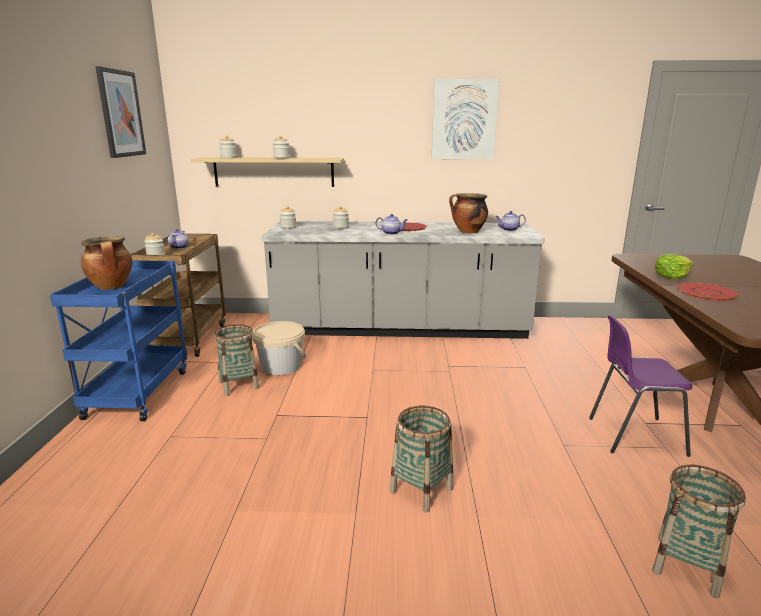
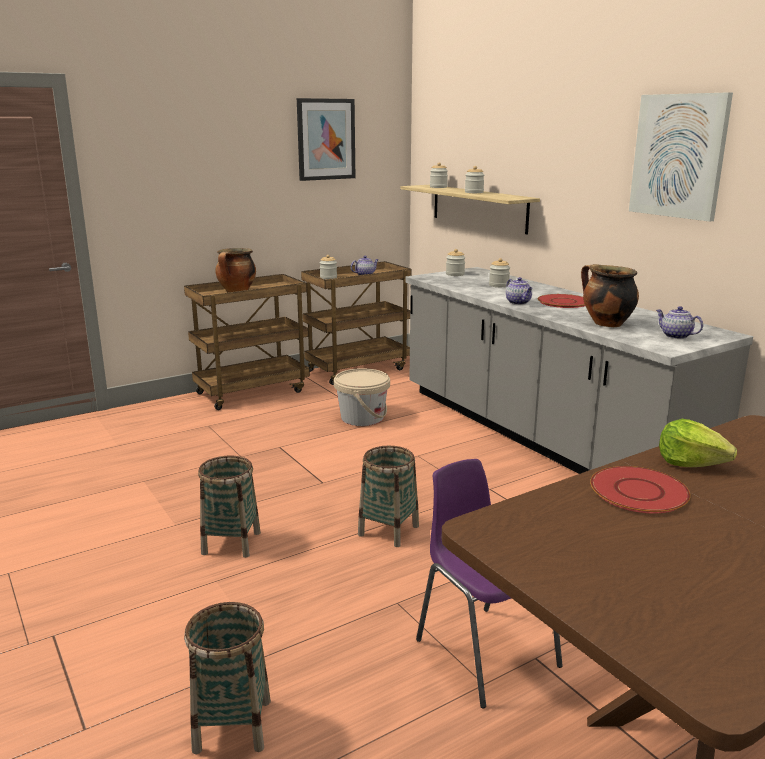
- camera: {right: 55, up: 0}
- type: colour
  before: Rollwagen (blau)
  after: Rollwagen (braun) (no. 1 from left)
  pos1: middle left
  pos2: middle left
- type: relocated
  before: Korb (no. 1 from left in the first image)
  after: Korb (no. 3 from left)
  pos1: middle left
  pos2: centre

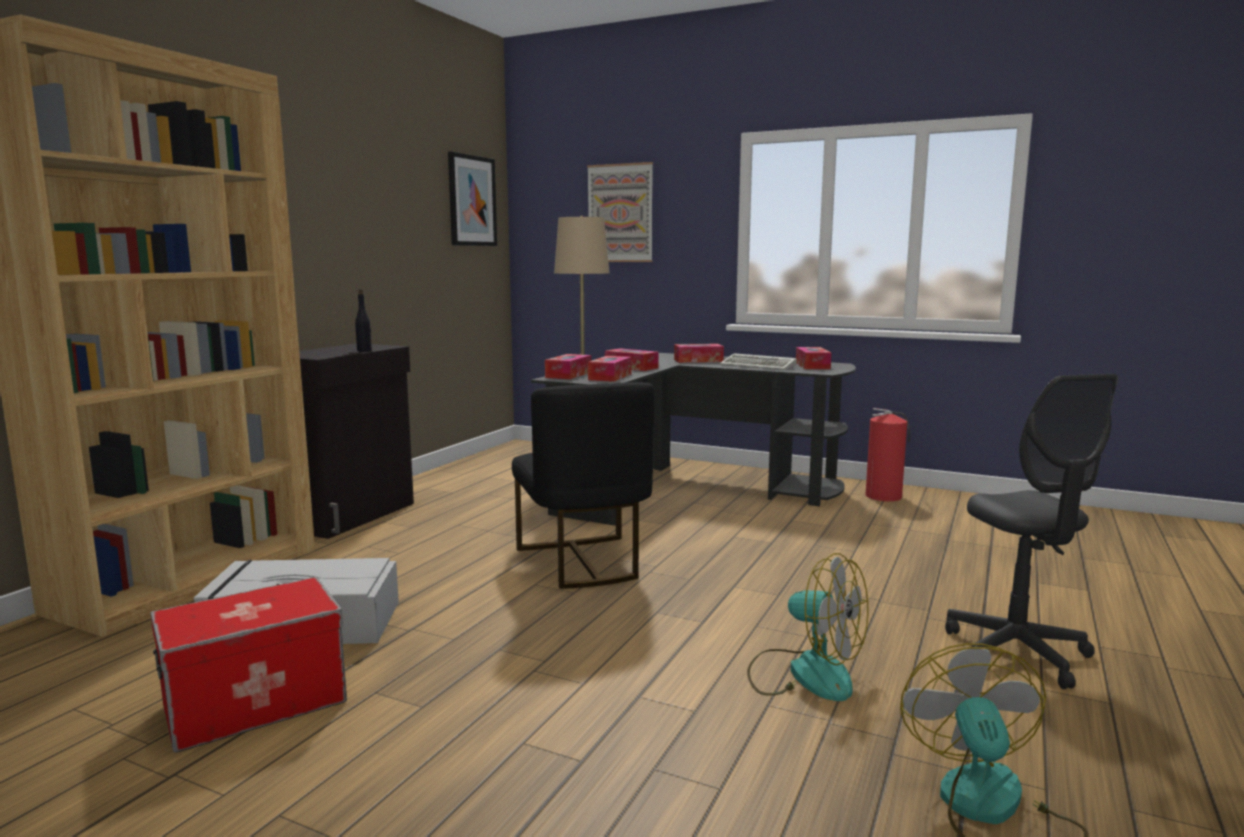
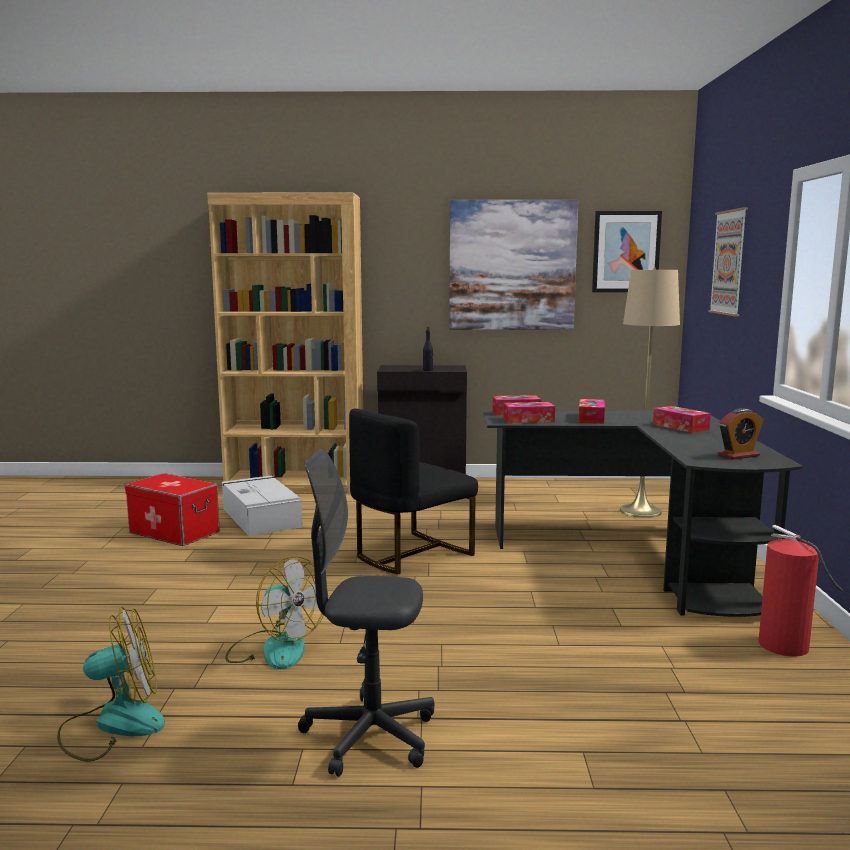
- camera: {right: 65, up: 0}
- type: missing
  before: Tastatur
  pos1: centre
- type: spun
  before: Ventilator (no. 1 from left in the first image)
  pos1: bottom centre
  pos2: bottom left
  turn: -60
- type: exchanged
  before: Taschentuchbox (no. 5 from left)
  after: Wecker
  pos1: centre
  pos2: middle right
- type: spun
  before: Bürostuhl (grau)
  pos1: middle right
  pos2: bottom centre
  turn: 45
- type: appeared
  after: Bild (no. 1 from left)
  pos2: top centre

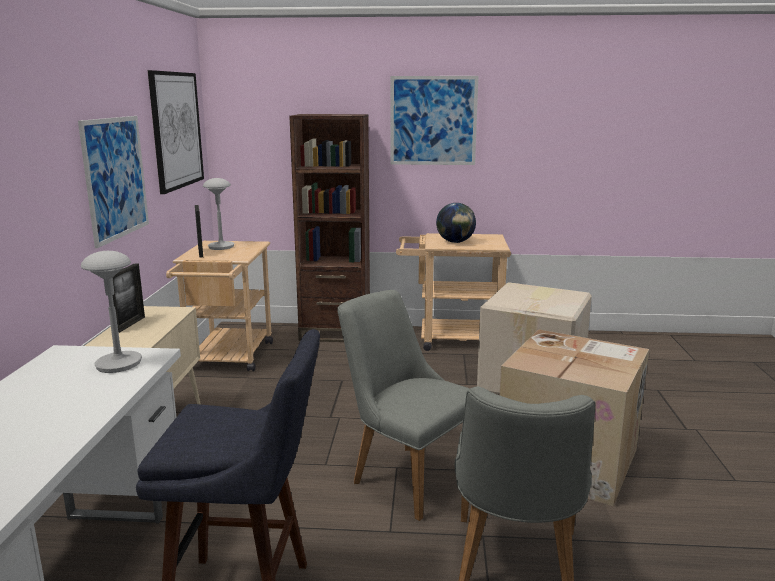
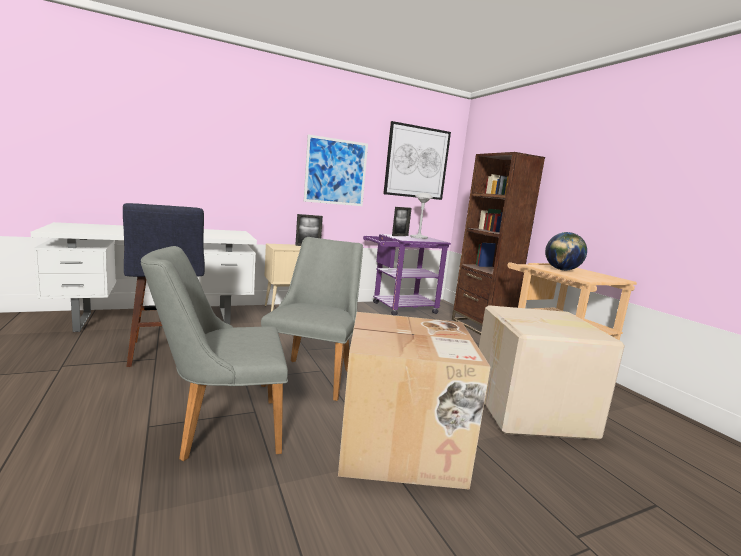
- camera: {right: 60, up: -5}
- type: missing
  before: Tischlampe (grau) (no. 1 from left)
  pos1: middle left
- type: colour
  before: Rollwagen (beige) (no. 1 from left)
  after: Rollwagen (lila)
  pos1: middle left
  pos2: centre
- type: missing
  before: Bild (no. 3 from left)
  pos1: top centre

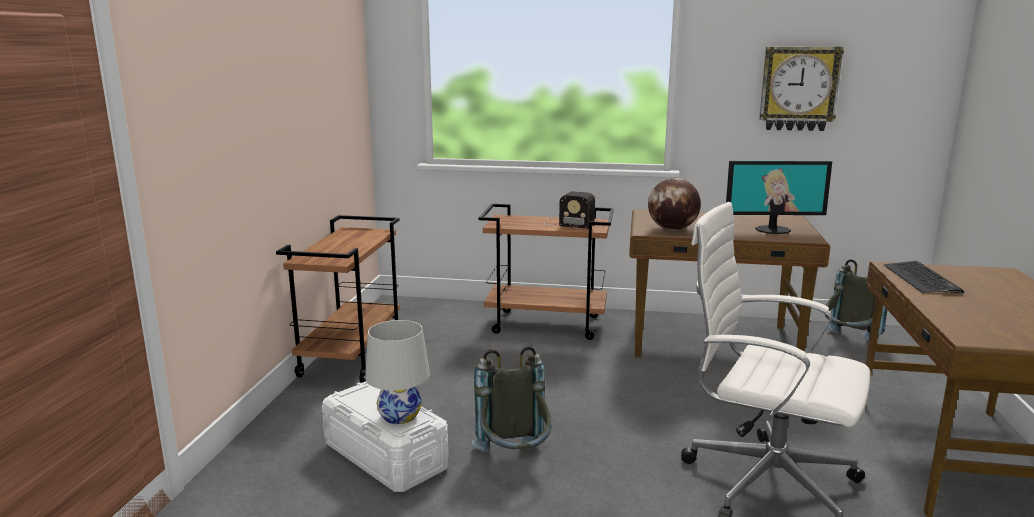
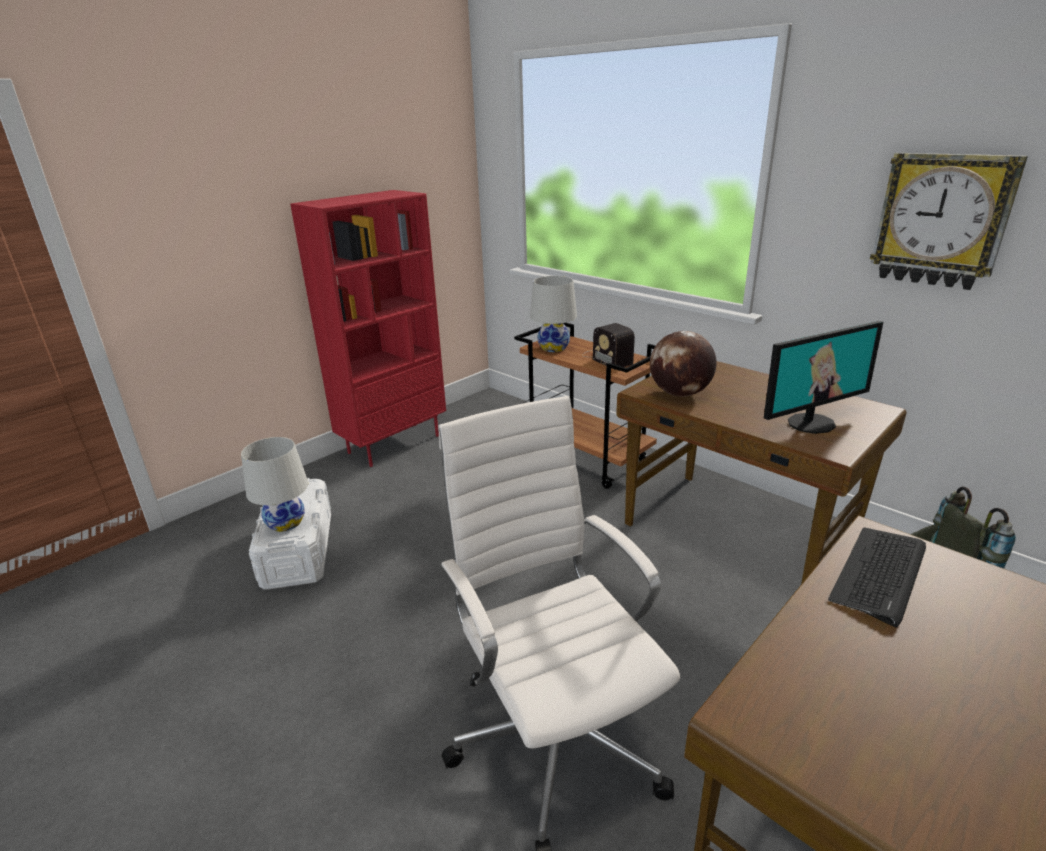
- camera: {right: 35, up: 10}
- type: exchanged
  before: Rollwagen (braun) (no. 1 from left)
  after: Bücherregal (rot)
  pos1: middle left
  pos2: centre
- type: missing
  before: Rucksack (grau) (no. 1 from left)
  pos1: bottom centre
- type: spun
  before: Monitor
  pos1: middle right
  pos2: middle right
  turn: -60
- type: appeared
  after: Tischlampe (weiß) (no. 2 from left)
  pos2: centre

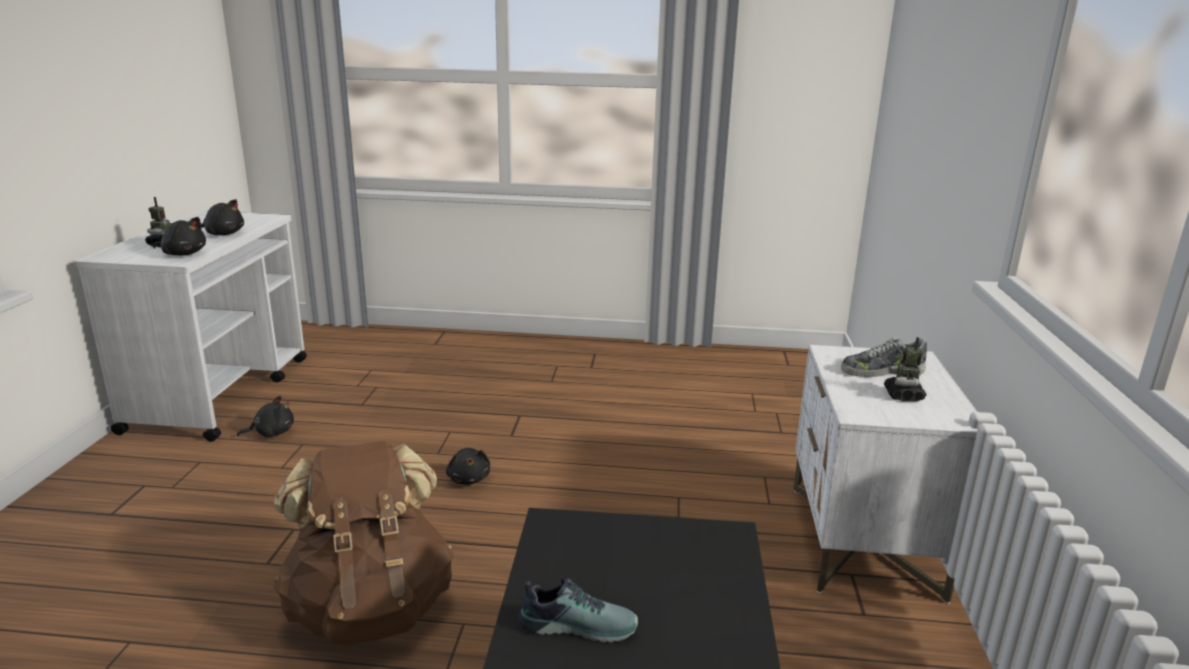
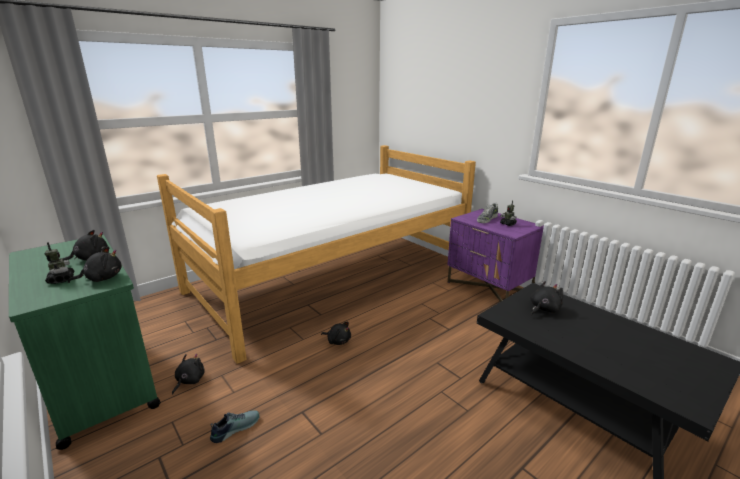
- camera: {right: -45, up: 0}
- type: colour
  before: Rollwagen (weiß)
  after: Rollwagen (grün)
  pos1: middle left
  pos2: bottom left
- type: missing
  before: Rucksack (braun)
  pos1: bottom left
- type: relocated
  before: Schuh (no. 1 from left)
  pos1: bottom centre
  pos2: bottom left
- type: colour
  before: Nachttisch (weiß)
  after: Nachttisch (lila)
  pos1: bottom right
  pos2: middle right
- type: appeared
  after: Bett
  pos2: centre
- type: appeared
  after: Plüschtier (schwarz) (no. 5 from left)
  pos2: middle right

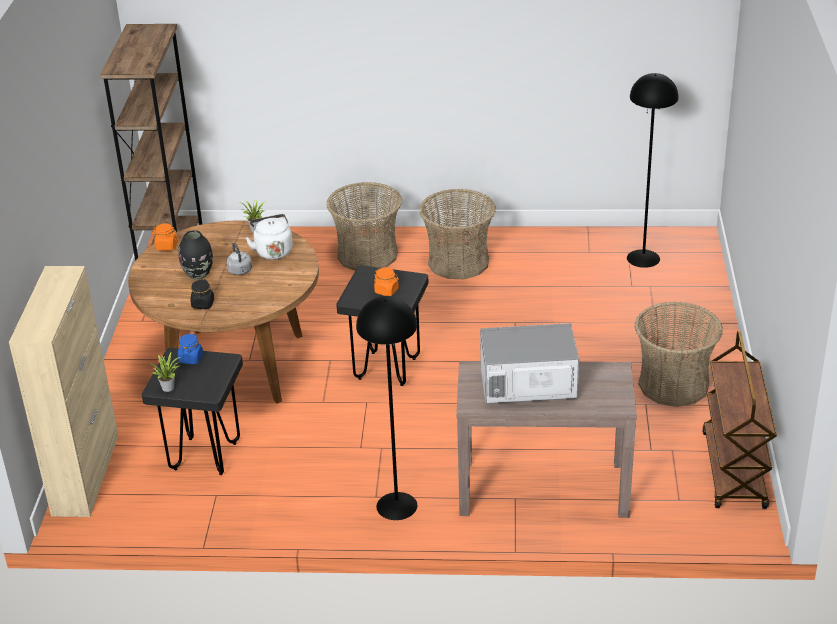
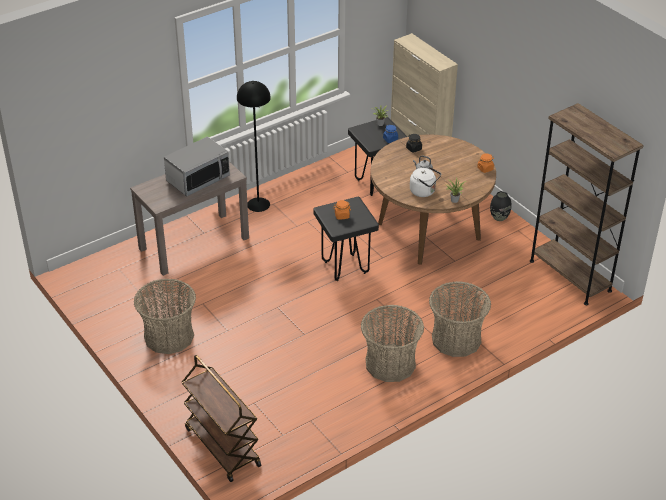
- camera: {right: 140, up: 5}
- type: relocated
  before: Vase (schwarz)
  pos1: middle left
  pos2: middle right
- type: missing
  before: Stehlampe (schwarz) (no. 2 from left)
  pos1: top right
- type: relocated
  before: Rollwagen (braun)
  pos1: bottom right
  pos2: bottom left

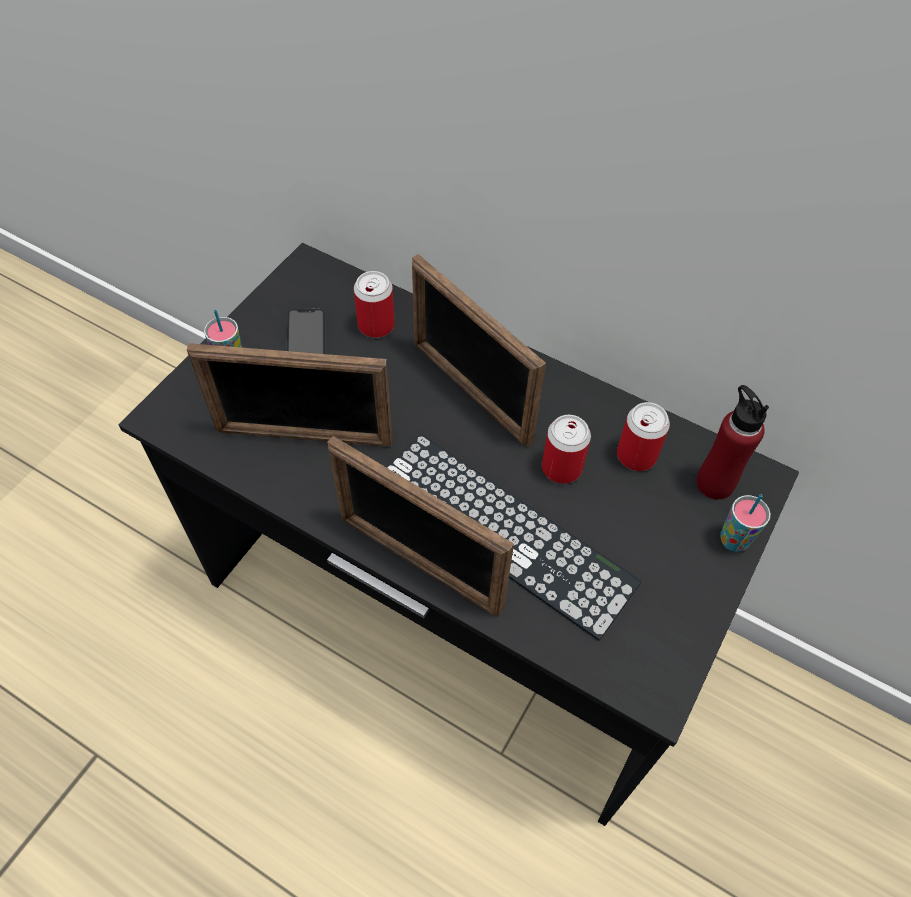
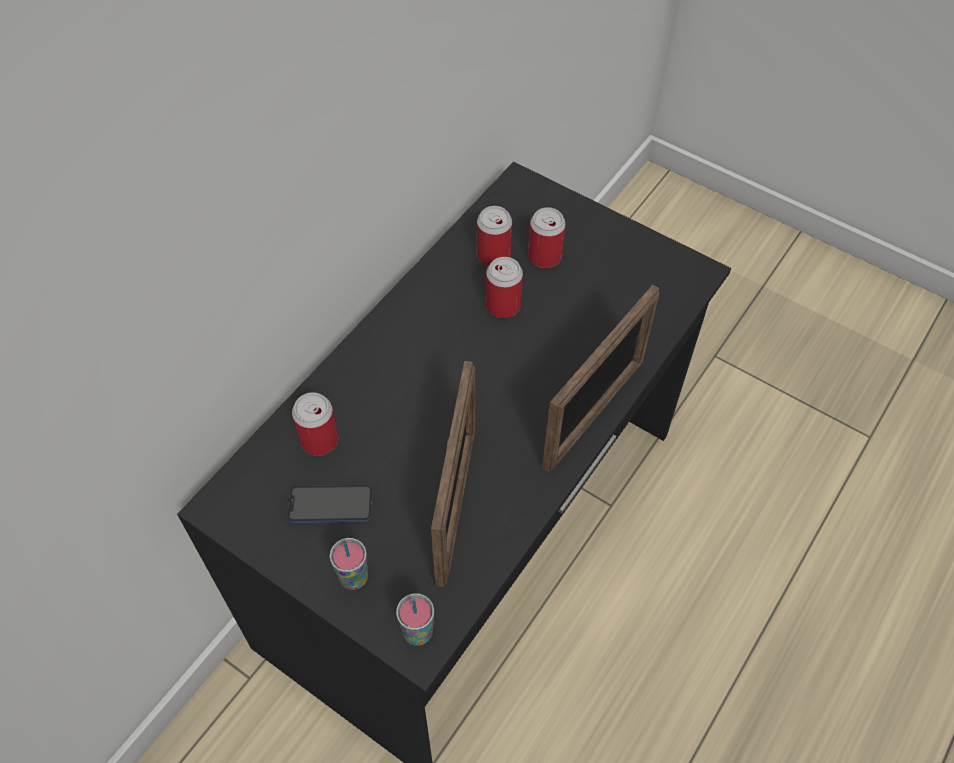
- camera: {right: -85, up: 0}
- type: missing
  before: Tastatur
  pos1: centre
- type: missing
  before: Bilderrahmen (no. 3 from left)
  pos1: centre
- type: missing
  before: Flasche (rot)
  pos1: middle right
- type: relocated
  before: Tasse (no. 2 from left)
  pos1: middle right
  pos2: bottom centre
- type: appeared
  after: Dose (no. 4 from left)
  pos2: top centre

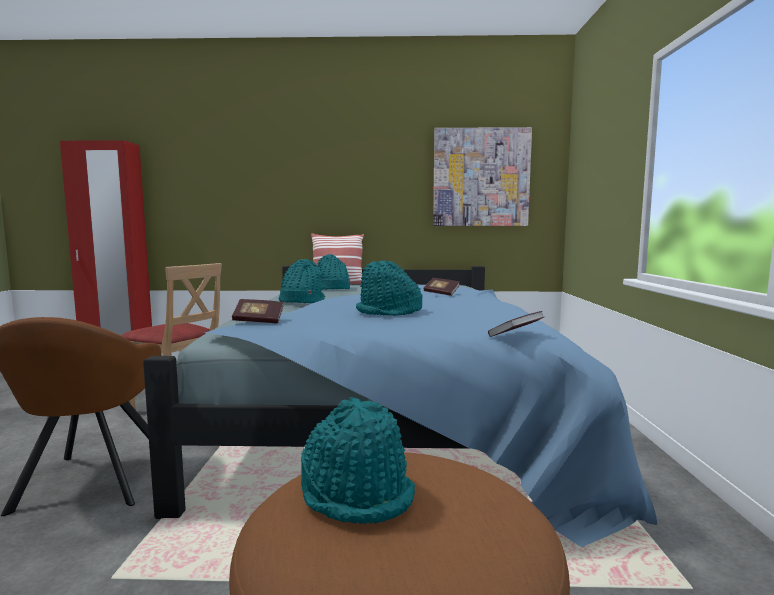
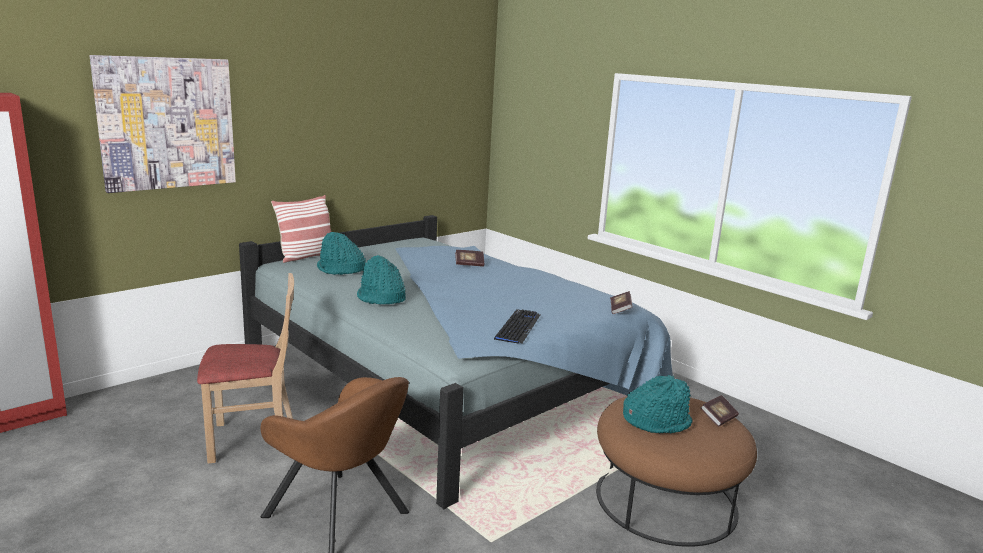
- camera: {right: -45, up: 10}
- type: relocated
  before: Buch (no. 1 from left in the first image)
  after: Buch (no. 3 from left)
  pos1: middle left
  pos2: bottom right
- type: missing
  before: Hut (türkis) (no. 4 from left)
  pos1: centre
- type: relocated
  before: Bild
  pos1: top centre
  pos2: top left
- type: appeared
  after: Tastatur
  pos2: centre

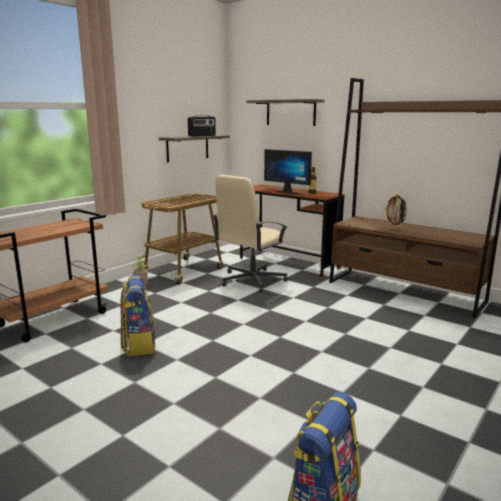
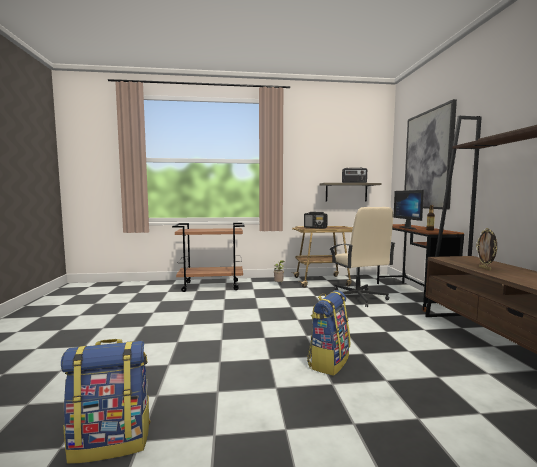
- camera: {right: 45, up: -10}
- type: relocated
  before: Rucksack (no. 1 from left in the first image)
  after: Rucksack (no. 2 from left)
  pos1: middle left
  pos2: bottom centre
- type: spun
  before: Bürostuhl (beige)
  pos1: centre
  pos2: middle right
  turn: -105
- type: exchanged
  before: Wandregal (no. 2 from left)
  after: Bild
  pos1: top centre
  pos2: top right
- type: appeared
  after: Radio (no. 1 from left)
  pos2: centre

